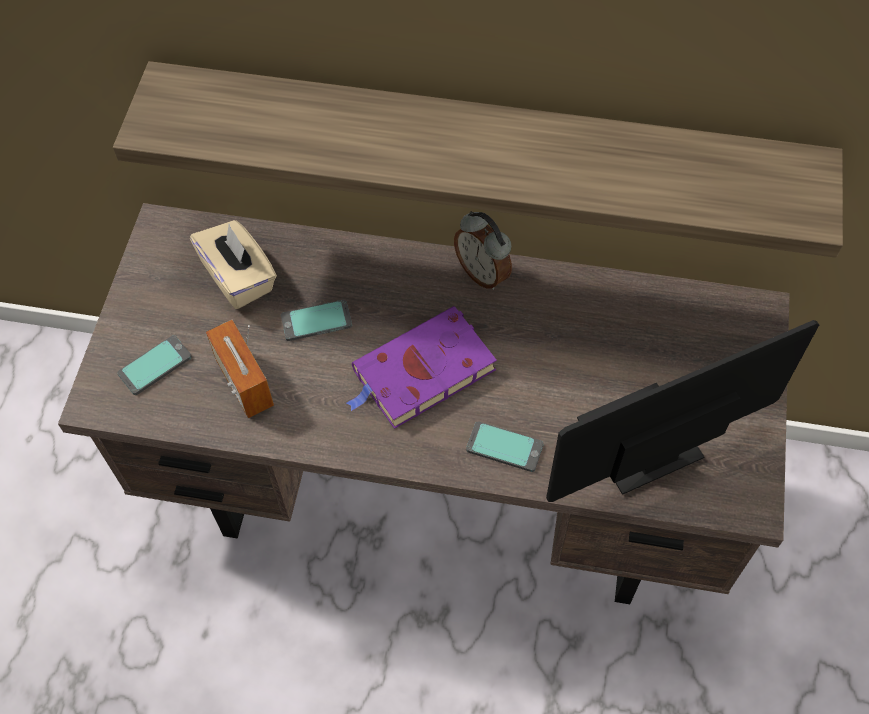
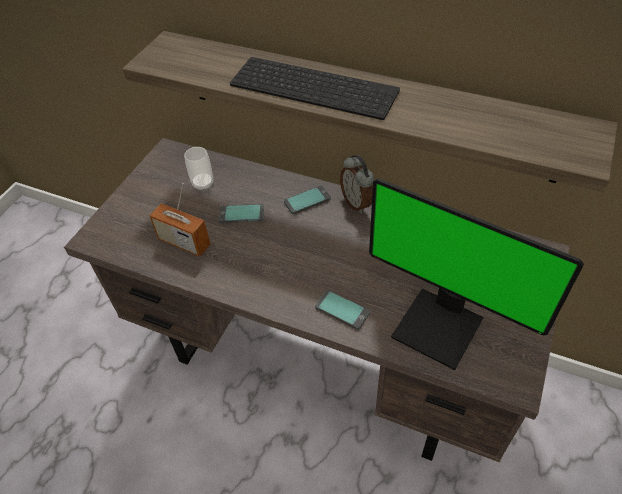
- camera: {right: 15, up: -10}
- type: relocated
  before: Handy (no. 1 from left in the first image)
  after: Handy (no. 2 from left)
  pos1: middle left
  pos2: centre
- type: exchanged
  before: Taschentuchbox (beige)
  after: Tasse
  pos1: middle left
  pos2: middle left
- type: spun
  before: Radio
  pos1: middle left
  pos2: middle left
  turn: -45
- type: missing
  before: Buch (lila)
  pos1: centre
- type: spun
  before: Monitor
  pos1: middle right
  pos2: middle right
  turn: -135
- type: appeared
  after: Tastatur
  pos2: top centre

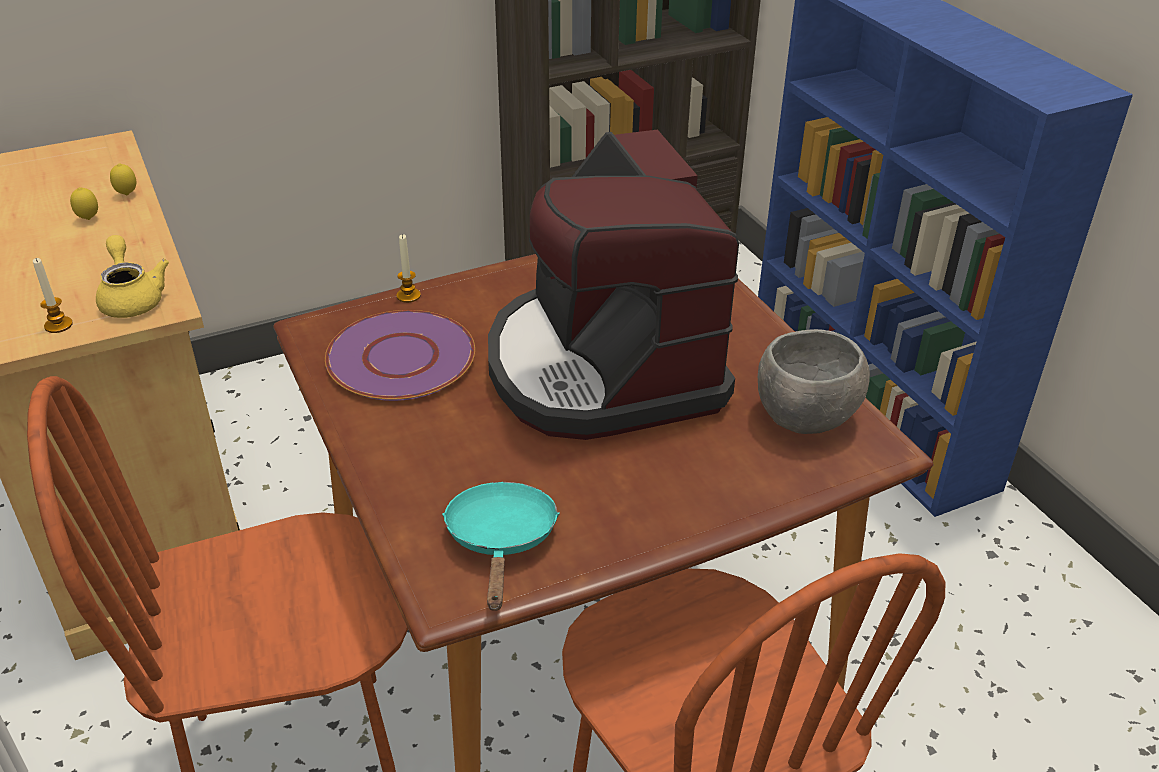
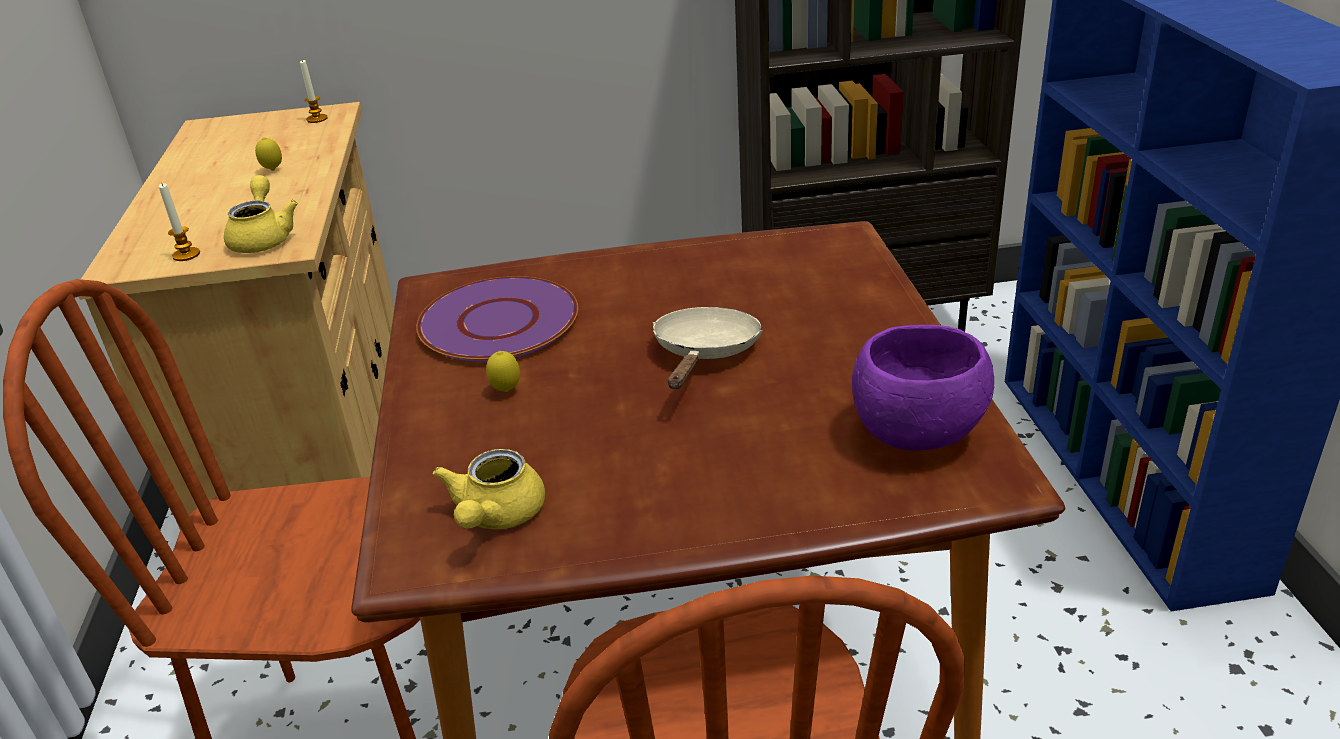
- camera: {right: 20, up: -5}
- type: relocated
  before: Zitrone (no. 2 from left)
  pos1: top left
  pos2: centre
- type: relocated
  before: Kerze (no. 2 from left)
  pos1: centre
  pos2: top left
- type: exchanged
  before: Pfanne (türkis)
  after: Teekanne (gelb) (no. 2 from left)
  pos1: bottom centre
  pos2: centre
- type: exchanged
  before: Kaffeemaschine
  after: Pfanne (beige)
  pos1: centre
  pos2: centre
- type: colour
  before: Schüssel (grau)
  after: Schüssel (lila)
  pos1: middle right
  pos2: middle right

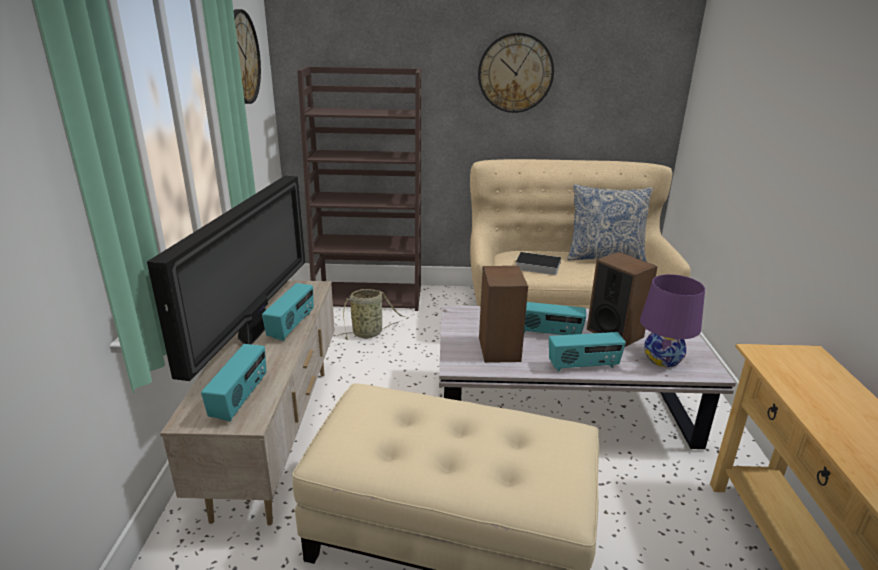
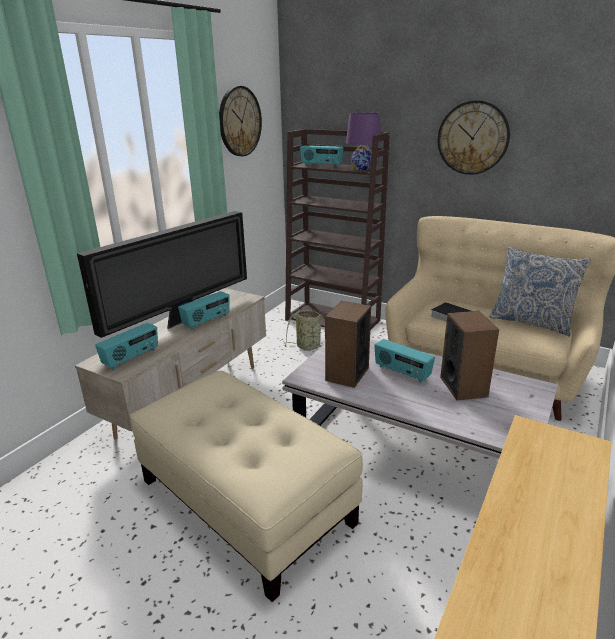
- camera: {right: 30, up: 0}
- type: relocated
  before: Radio (no. 4 from left in the first image)
  after: Radio (no. 3 from left)
  pos1: middle right
  pos2: top centre
- type: relocated
  before: Tischlampe (lila)
  pos1: middle right
  pos2: top centre

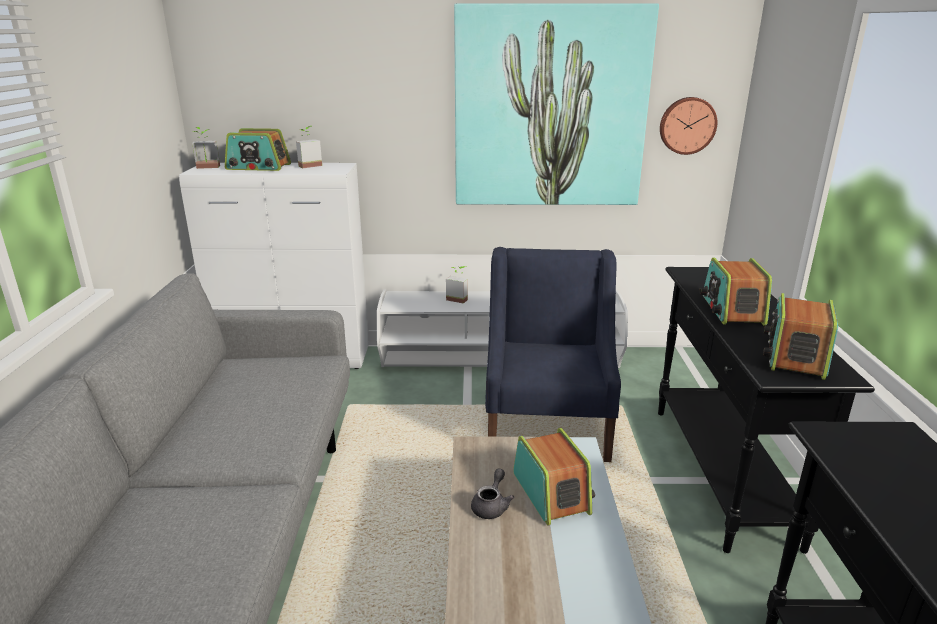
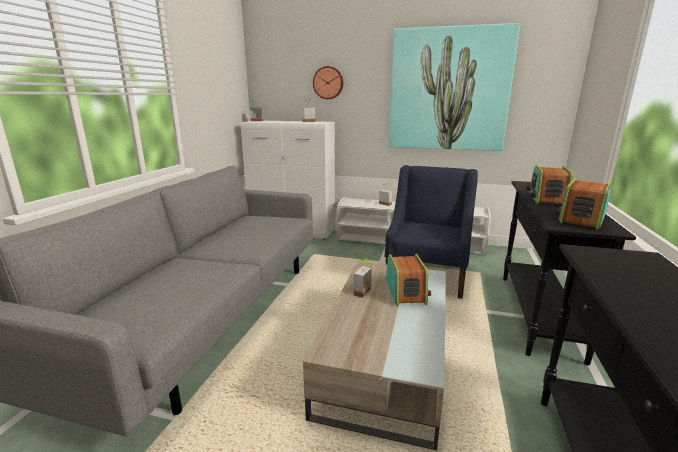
- camera: {right: 15, up: -5}
- type: missing
  before: Radio (no. 1 from left)
  pos1: top left
- type: exchanged
  before: Teekanne (grau)
  after: Topfpflanze (no. 3 from left)
  pos1: bottom centre
  pos2: centre
- type: relocated
  before: Wanduhr
  pos1: top right
  pos2: top centre

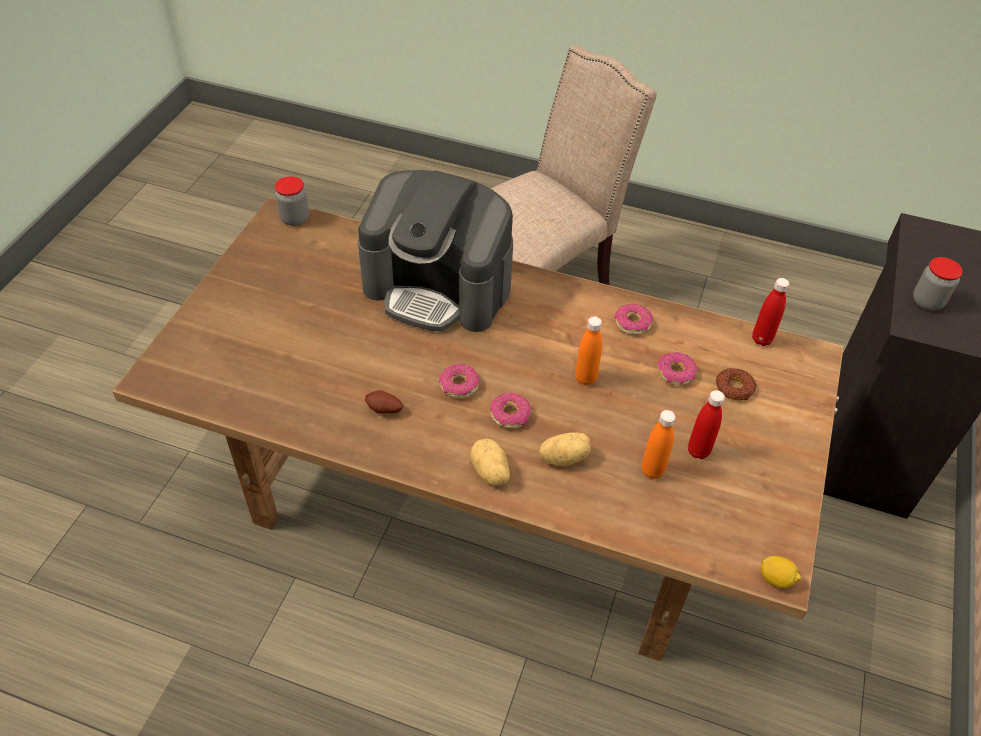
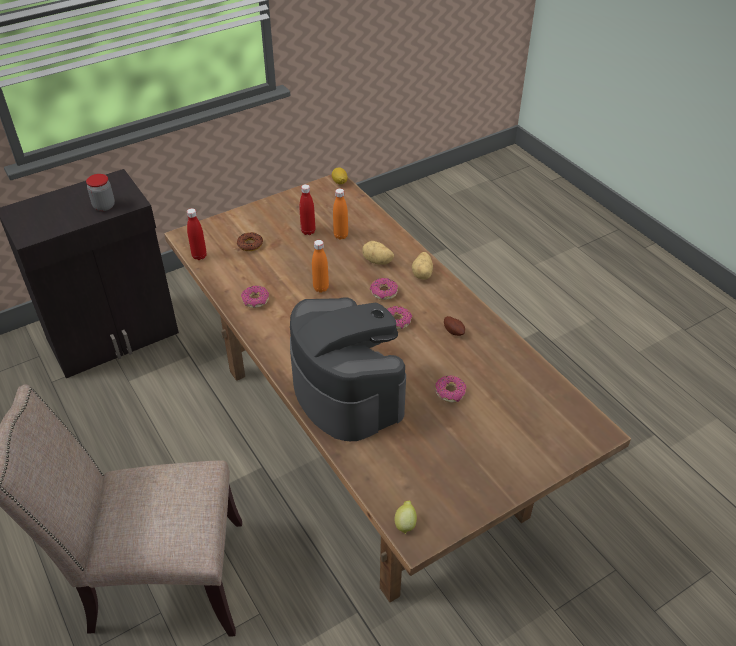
- camera: {right: -140, up: -5}
- type: exchanged
  before: Vorratsglas (no. 1 from left)
  after: Zitrone (no. 2 from left)
  pos1: top left
  pos2: bottom centre
- type: relocated
  before: Donut (no. 4 from left in the first image)
  after: Donut (no. 5 from left)
  pos1: middle right
  pos2: centre

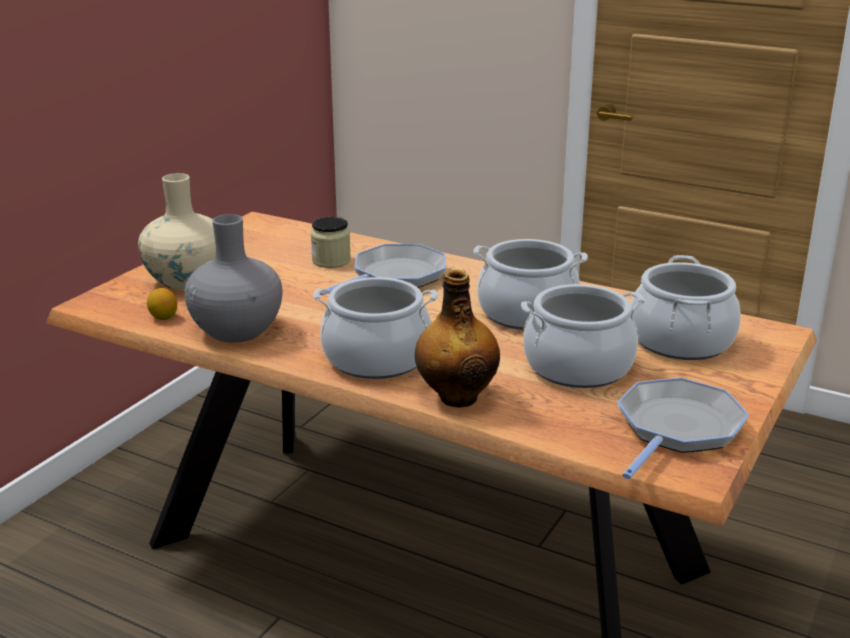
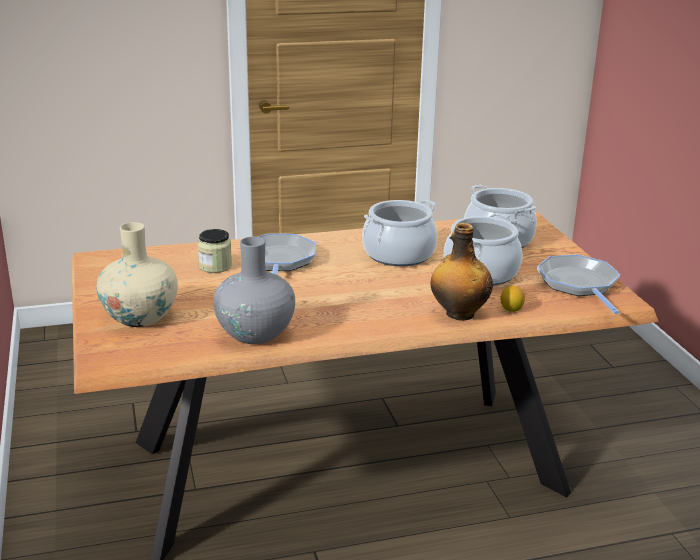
- camera: {right: -45, up: 0}
- type: relocated
  before: Zitrone
  pos1: middle left
  pos2: middle right
- type: missing
  before: Kochtopf (no. 1 from left)
  pos1: centre

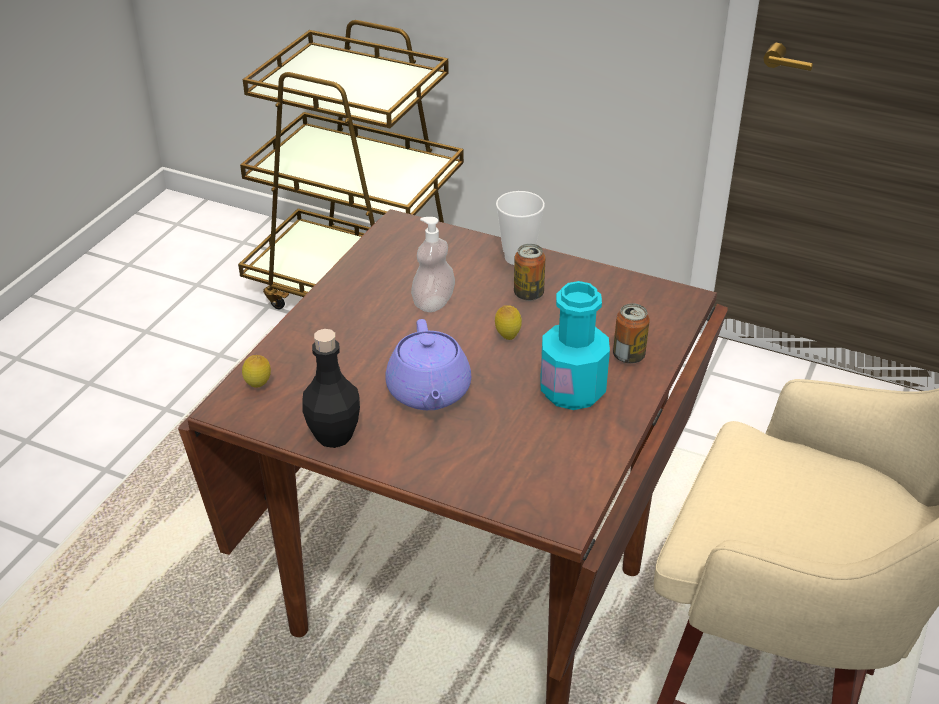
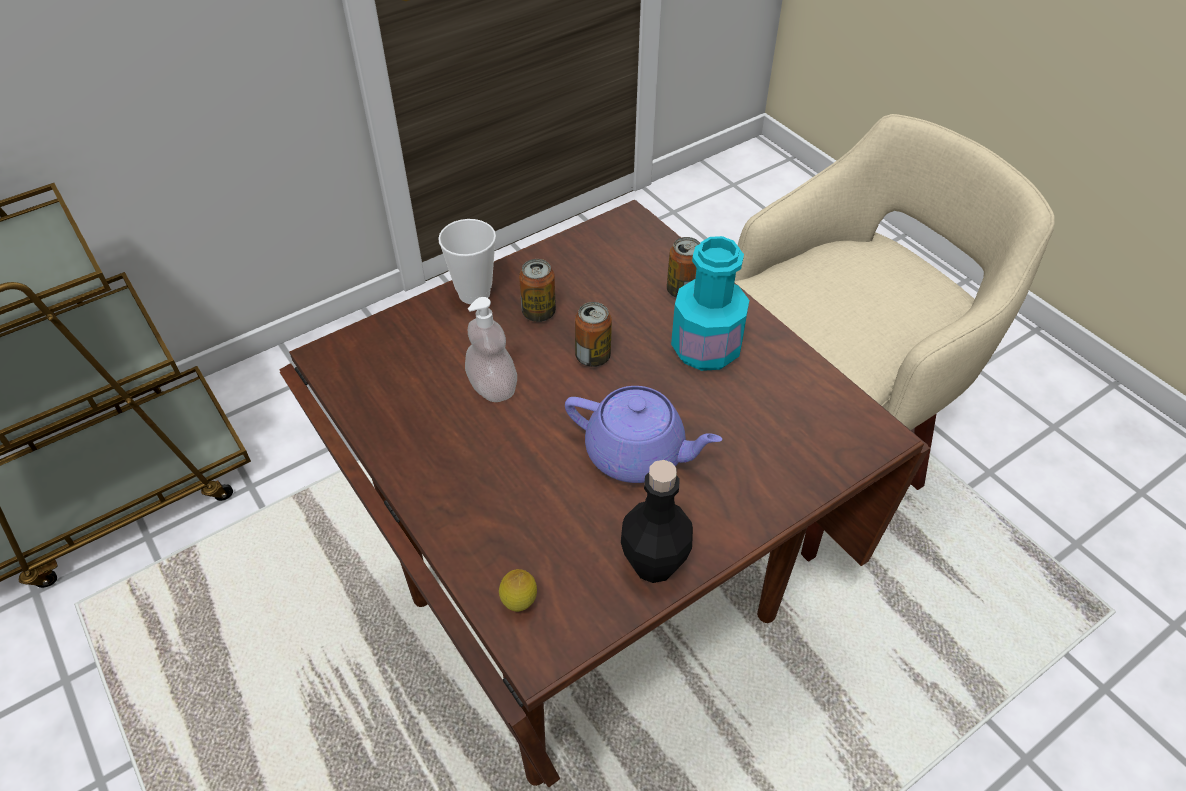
- camera: {right: -60, up: 10}
- type: exchanged
  before: Zitrone (no. 2 from left)
  after: Dose (no. 2 from left)
  pos1: centre
  pos2: centre

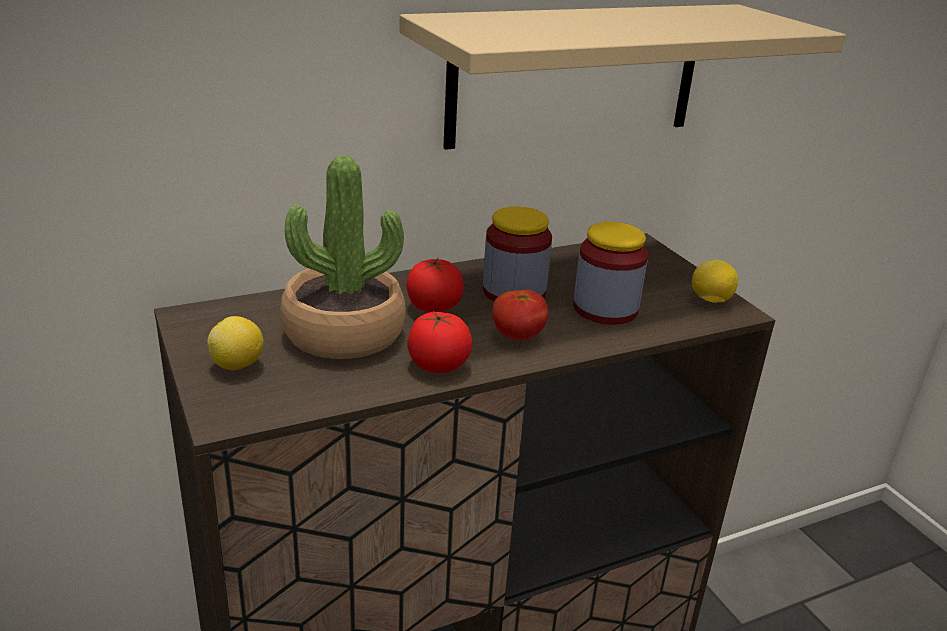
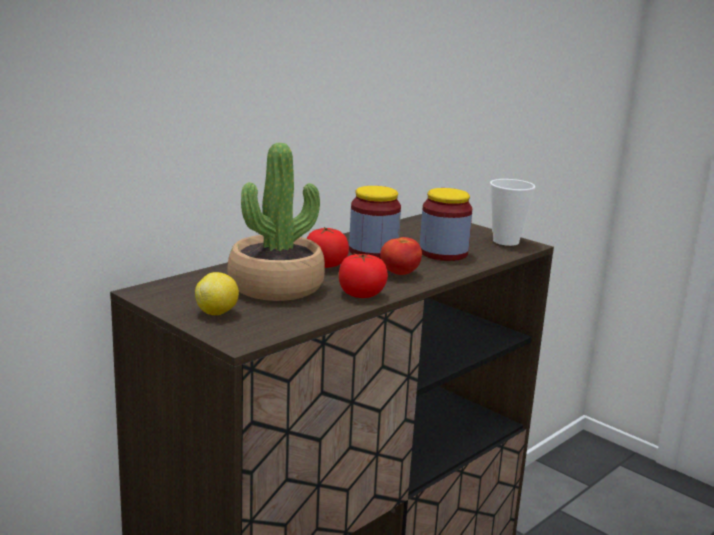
- camera: {right: -20, up: -10}
- type: missing
  before: Wandregal (beige)
  pos1: top centre
- type: exchanged
  before: Zitrone (no. 2 from left)
  after: Tasse
  pos1: middle right
  pos2: middle right

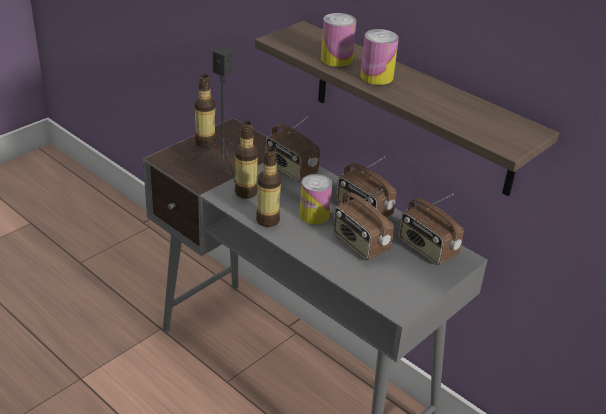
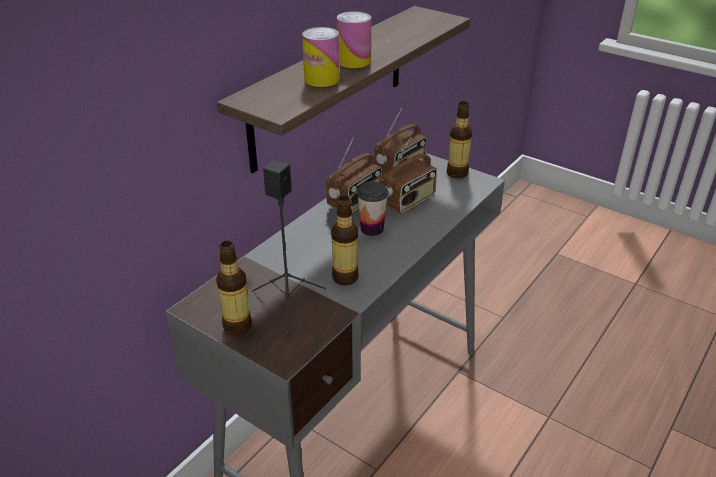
- camera: {right: -95, up: 0}
- type: relocated
  before: Flasche (no. 3 from left)
  pos1: centre
  pos2: top centre
- type: missing
  before: Radio (no. 1 from left)
  pos1: centre
- type: exchanged
  before: Dose (no. 1 from left)
  after: Tasse
  pos1: centre
  pos2: centre

